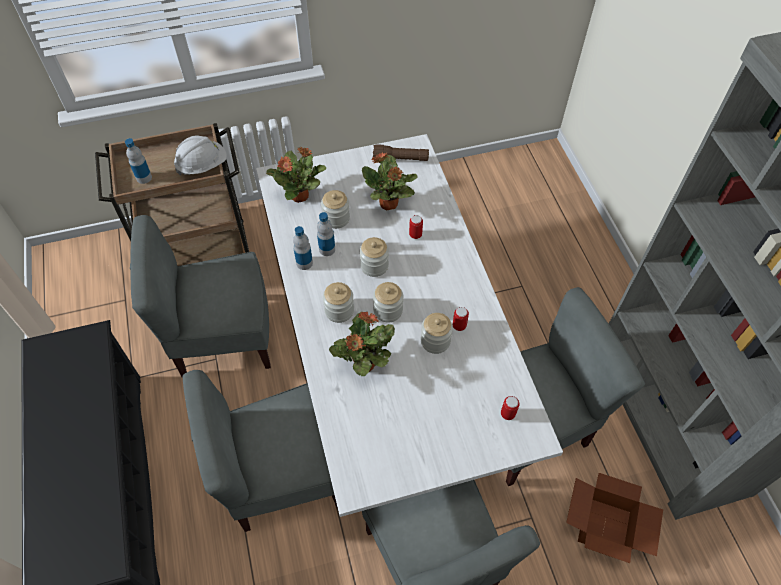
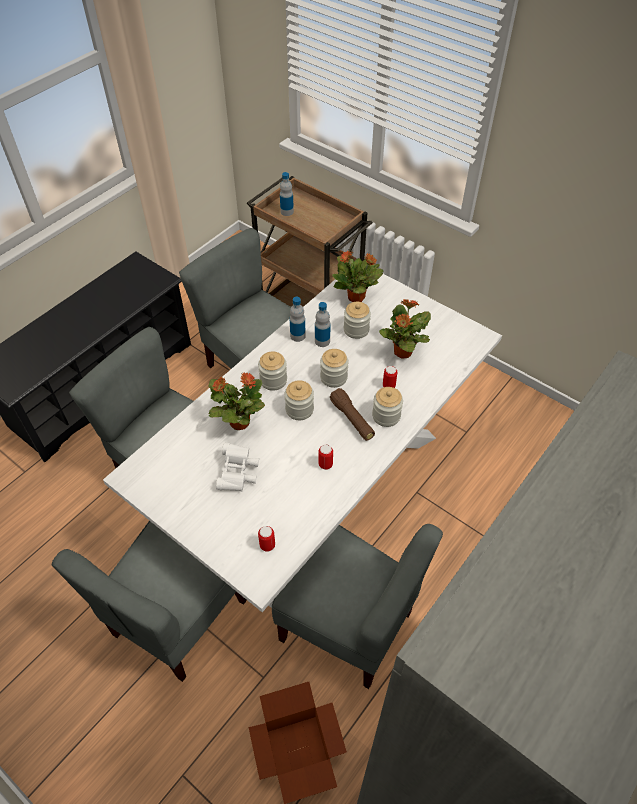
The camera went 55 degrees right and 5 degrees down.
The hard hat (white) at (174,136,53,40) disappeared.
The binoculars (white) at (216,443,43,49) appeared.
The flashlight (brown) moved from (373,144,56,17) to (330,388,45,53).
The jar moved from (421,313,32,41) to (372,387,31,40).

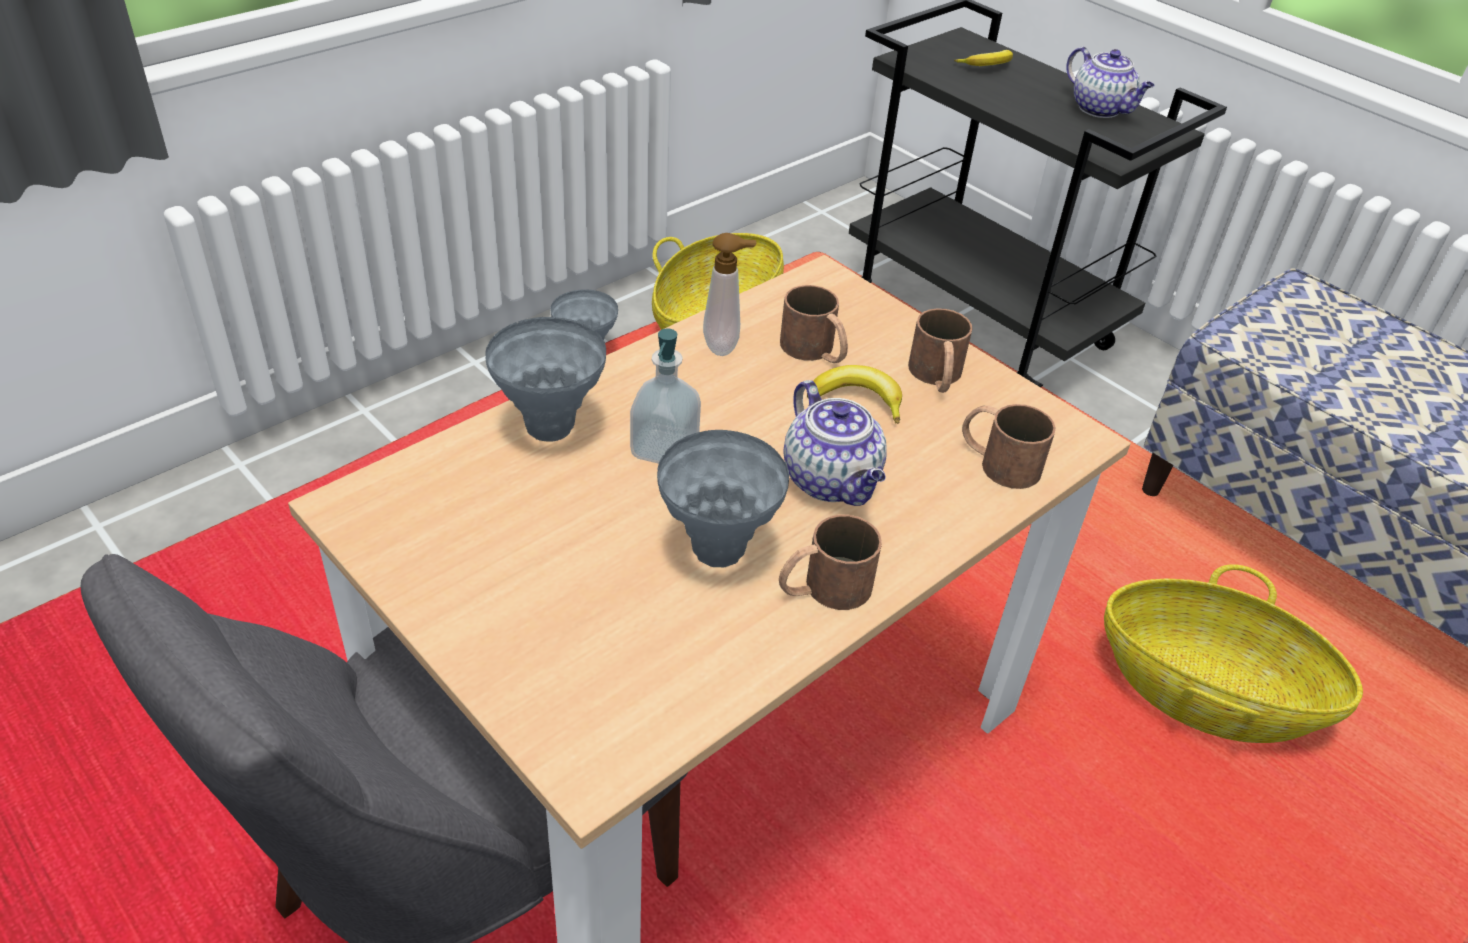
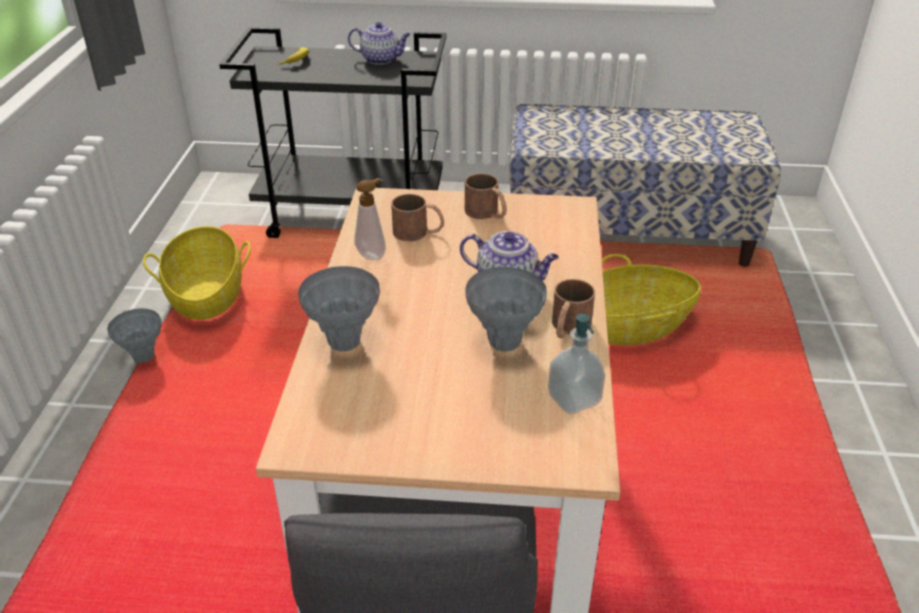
The camera went 40 degrees left and 5 degrees down.
The banana at (807,365,95,59) disappeared.
The mug (brown) at (962,404,94,85) disappeared.
The soap dispenser moved from (630,328,71,136) to (548,313,57,101).

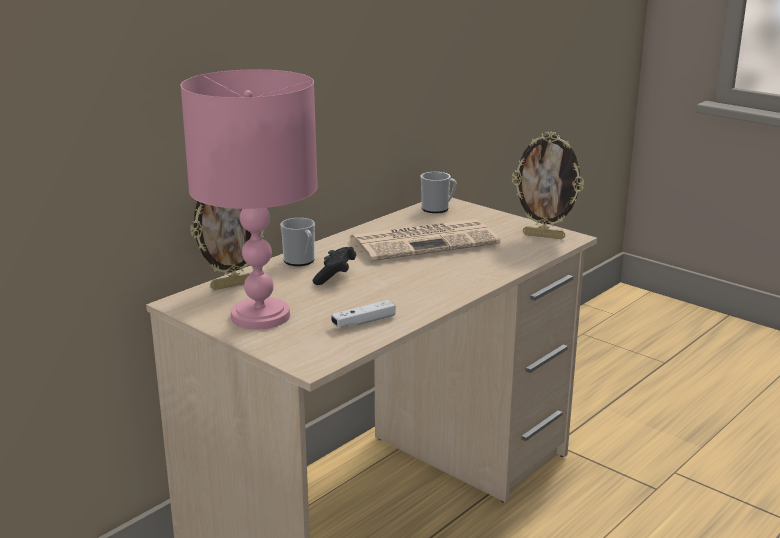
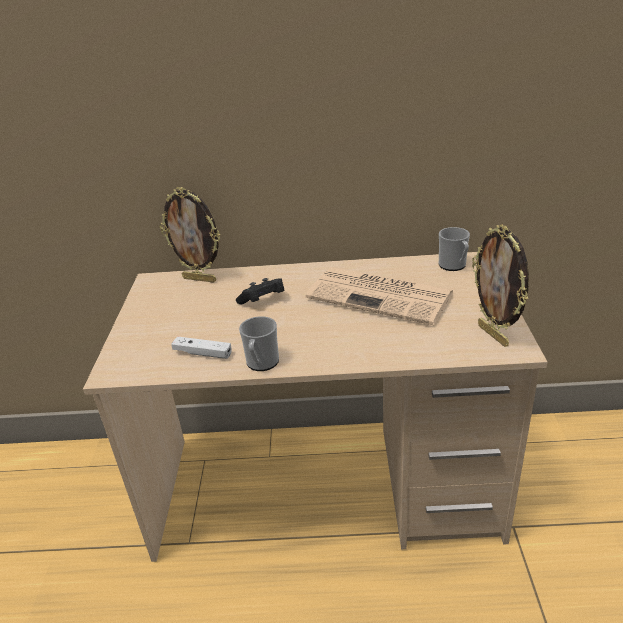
The camera went 50 degrees right and 10 degrees up.
The table lamp (pink) at (180,69,138,260) disappeared.
The mug moved from (280,218,35,48) to (239,316,40,55).

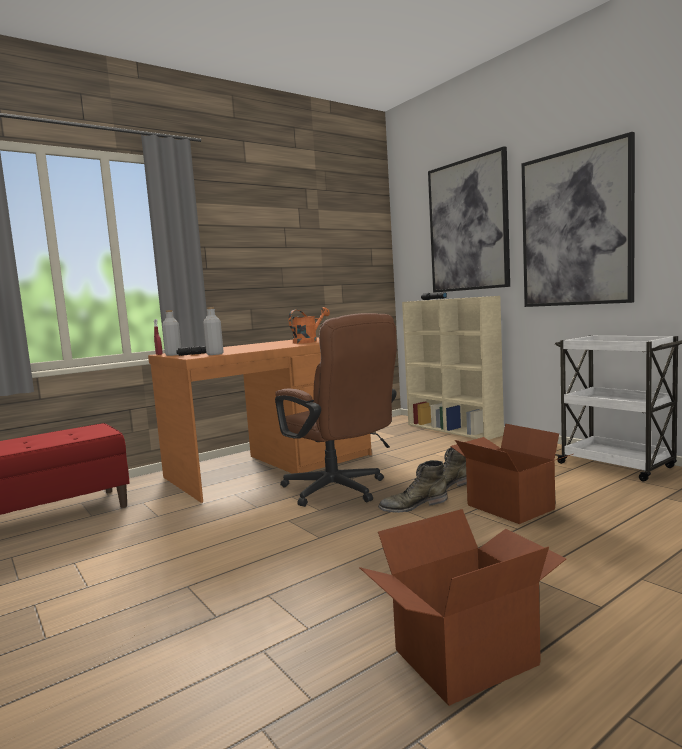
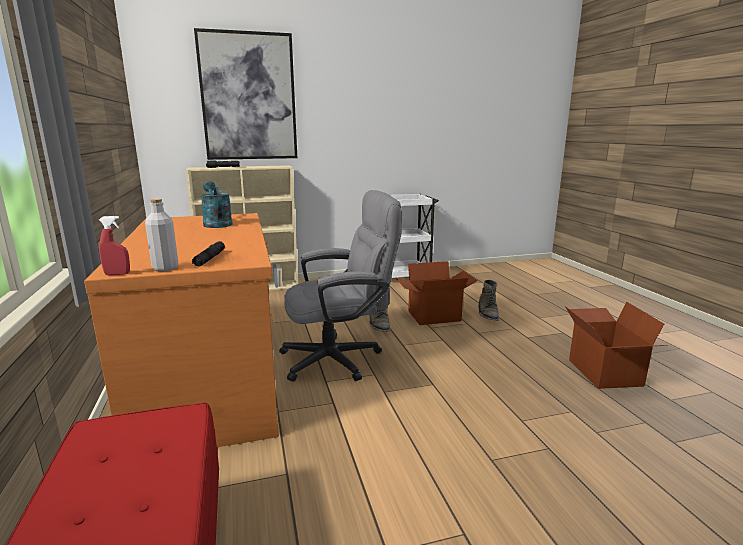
The camera went 70 degrees left and 10 degrees up.
The bottle (grey) at (203,307,21,48) disappeared.
The picture at (521,132,114,175) disappeared.
The boot (green) moved from (378,460,70,53) to (478,280,21,41).
The office chair (brown) at (275,313,122,194) became the office chair (grey) at (279,190,123,192).
The watering can (orange) at (288,307,42,37) became the watering can (turquoise) at (201,181,32,47).

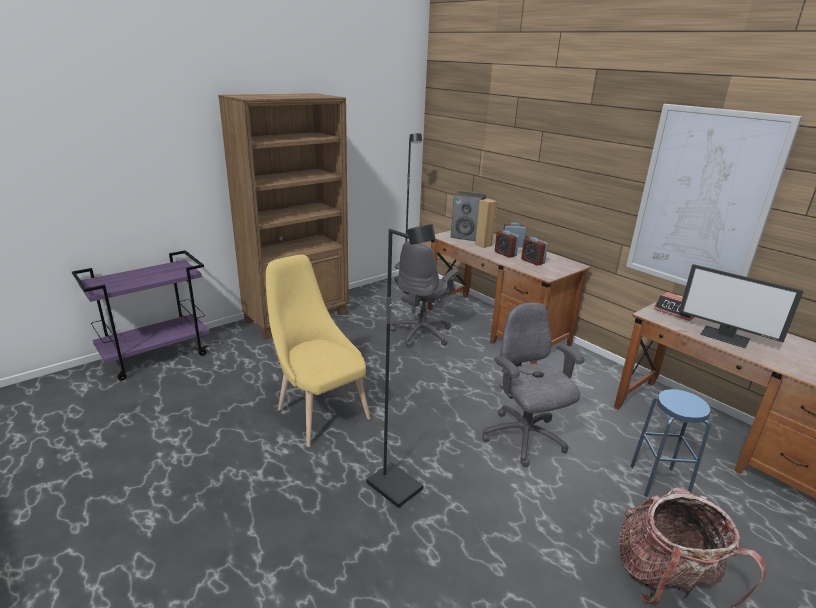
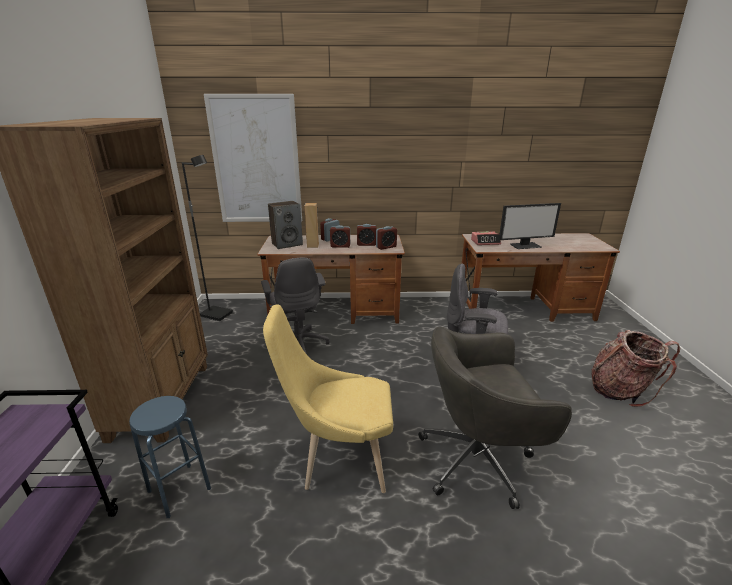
The camera went 50 degrees left and 0 degrees up.
The alarm clock at (376,226,21,24) appeared.
The picture moved from (626,104,176,182) to (204,94,98,128).
The stool (blue) moved from (630,389,81,108) to (129,396,82,122).
The floor lamp (black) at (367,224,69,284) was replaced by the office chair (grey) at (418,327,154,182).

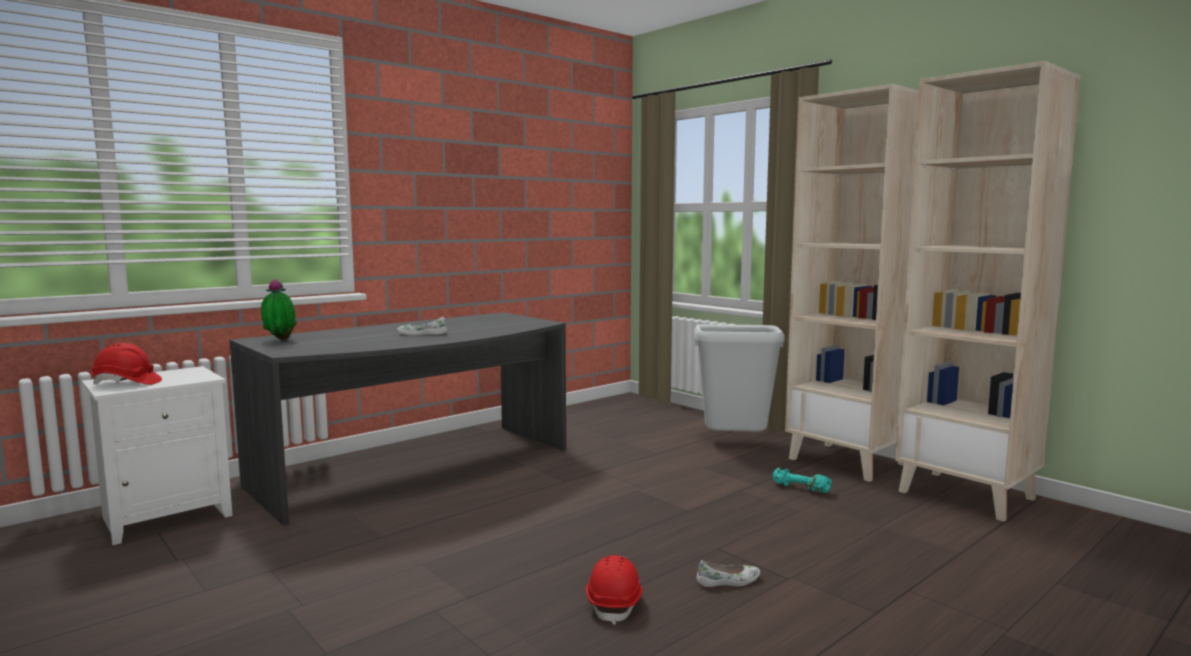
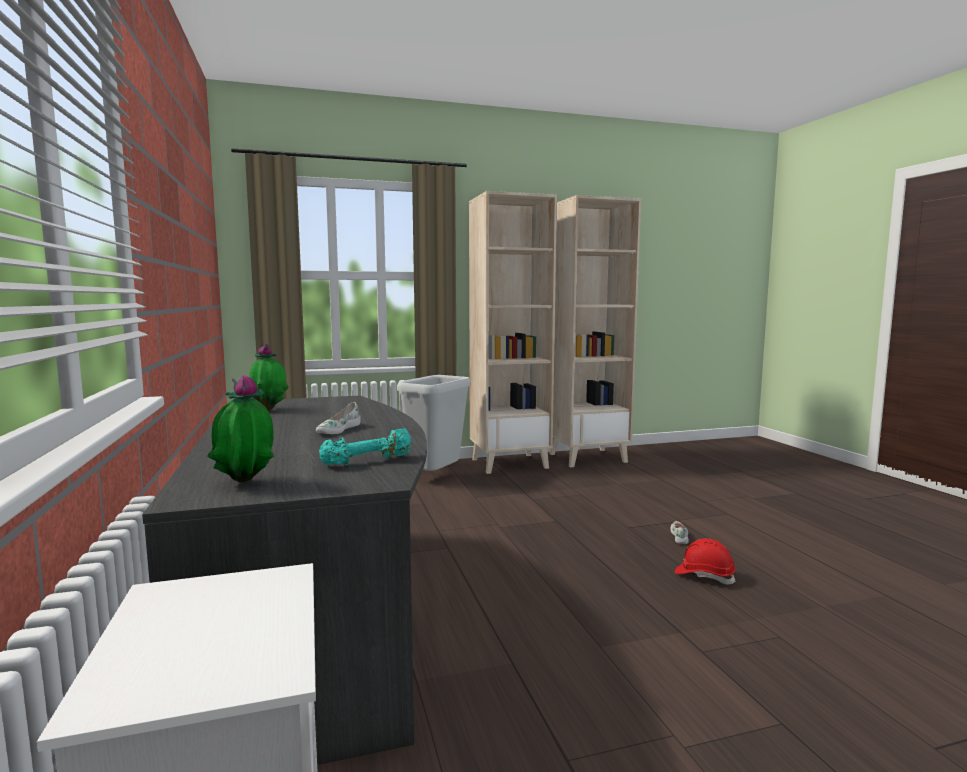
The camera went 65 degrees left and 0 degrees up.
The hard hat (red) at (91,343,71,42) disappeared.
The potted plant at (249,344,40,67) appeared.
The dumbbell (turquoise) moved from (773,468,59,25) to (319,428,92,38).

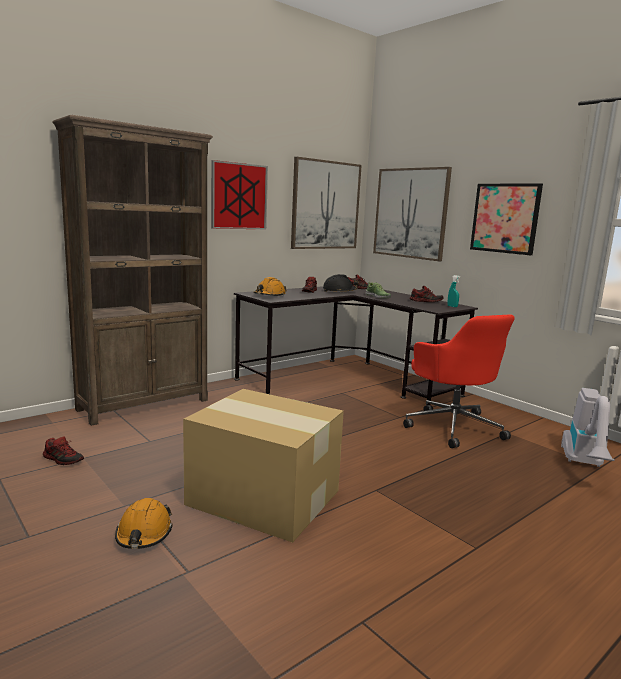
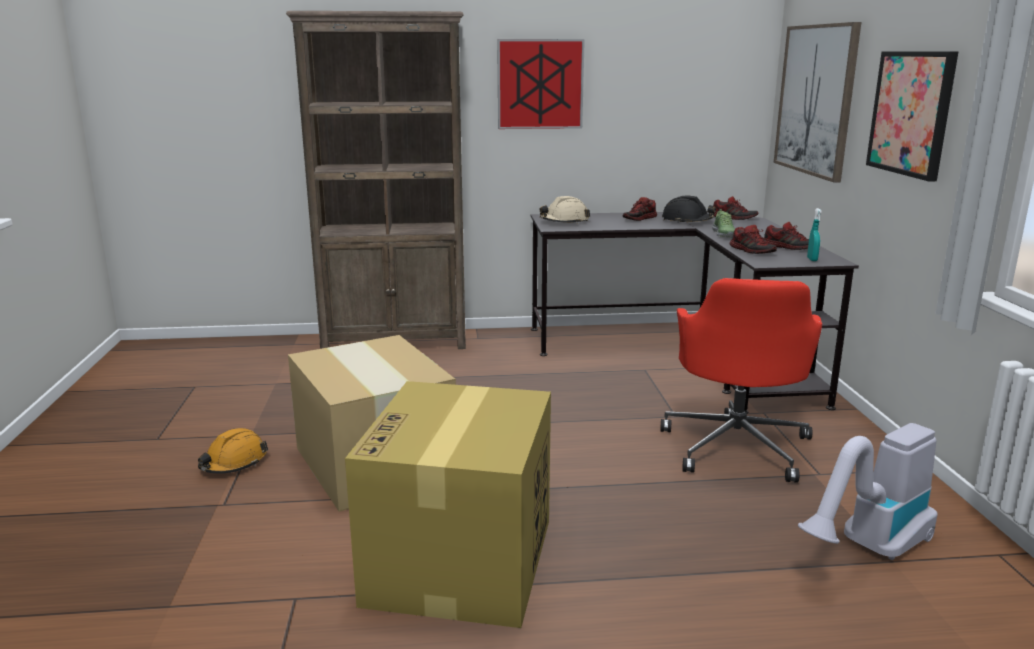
The camera went 35 degrees right and 5 degrees up.
The picture at (291,157,71,92) disappeared.
The cardboard box at (345,381,206,247) appeared.
The shoe moved from (43,436,41,29) to (730,225,47,29).
The hard hat (orange) at (253,277,34,19) became the hard hat (beige) at (540,196,50,28).

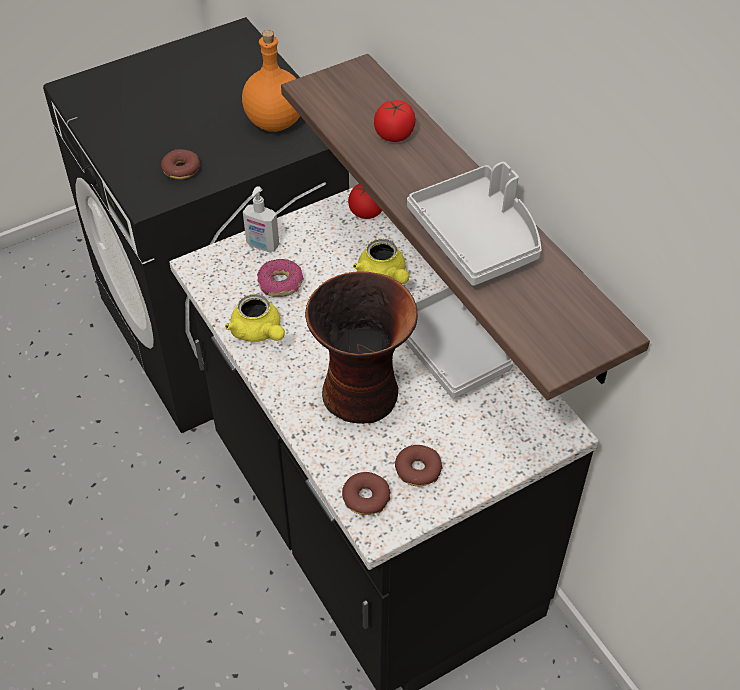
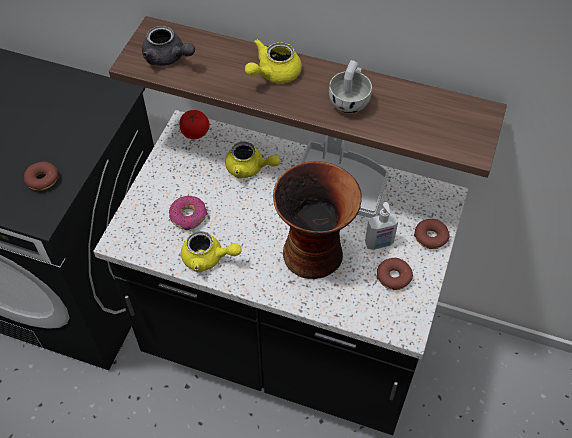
The camera went 40 degrees left and 5 degrees up.
The bottle (orange) at (242,30,58,102) disappeared.
The tomato at (374,100,42,42) disappeared.
The teapot (grey) at (142,26,53,40) appeared.
The teapot (yellow) at (245,39,57,44) appeared.
The soap dispenser moved from (243,186,36,66) to (365,202,33,48).
The donut moved from (342,472,48,43) to (414,219,36,30).
The tray (grey) at (407,162,135,124) was replaced by the cup (white) at (329,60,43,54).

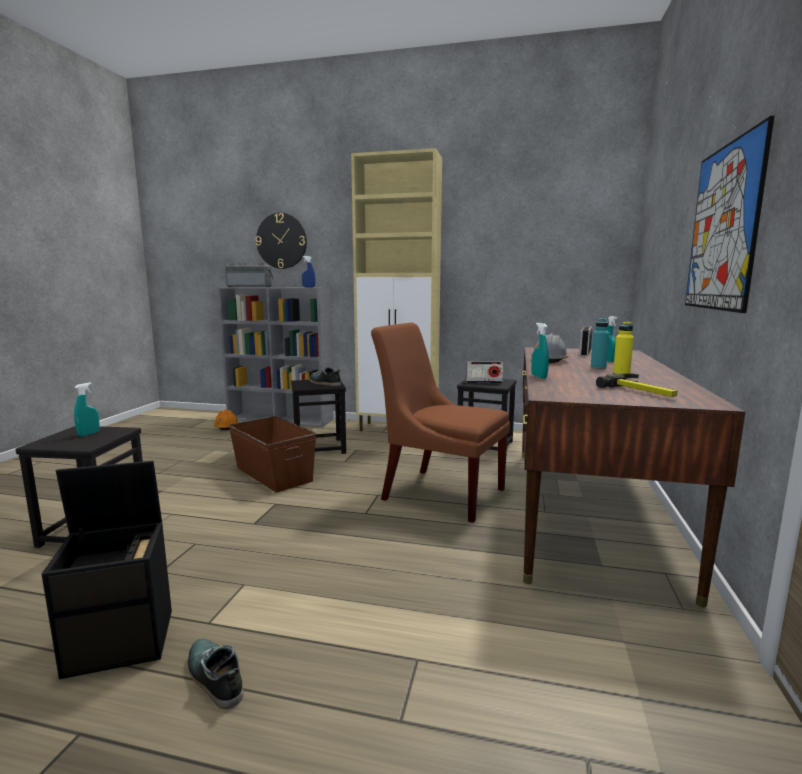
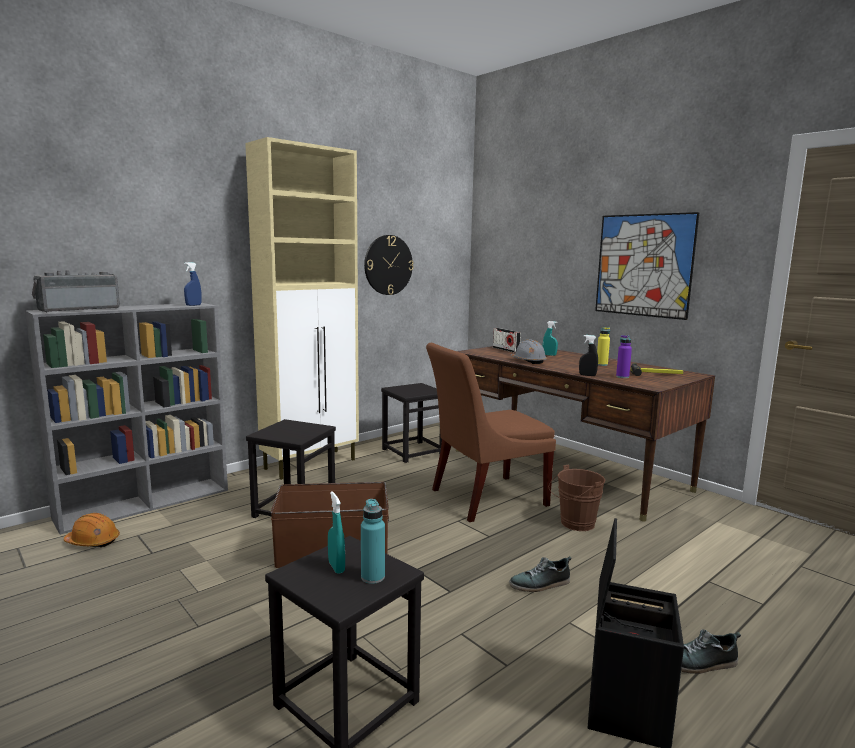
The camera went 55 degrees left and 0 degrees up.
The radio at (466,362,38,21) disappeared.
The bucket (brown) at (549,465,56,66) appeared.
The bottle (purple) at (616,335,16,43) appeared.
The wall clock moved from (256,213,51,56) to (364,235,50,60).
The shoe moved from (309,367,32,19) to (509,556,62,36).
The bottle (turquoise) moved from (591,318,18,51) to (361,499,24,85).
The spray bottle (turquoise) at (531,323,18,55) became the spray bottle (black) at (579,335,19,41).

